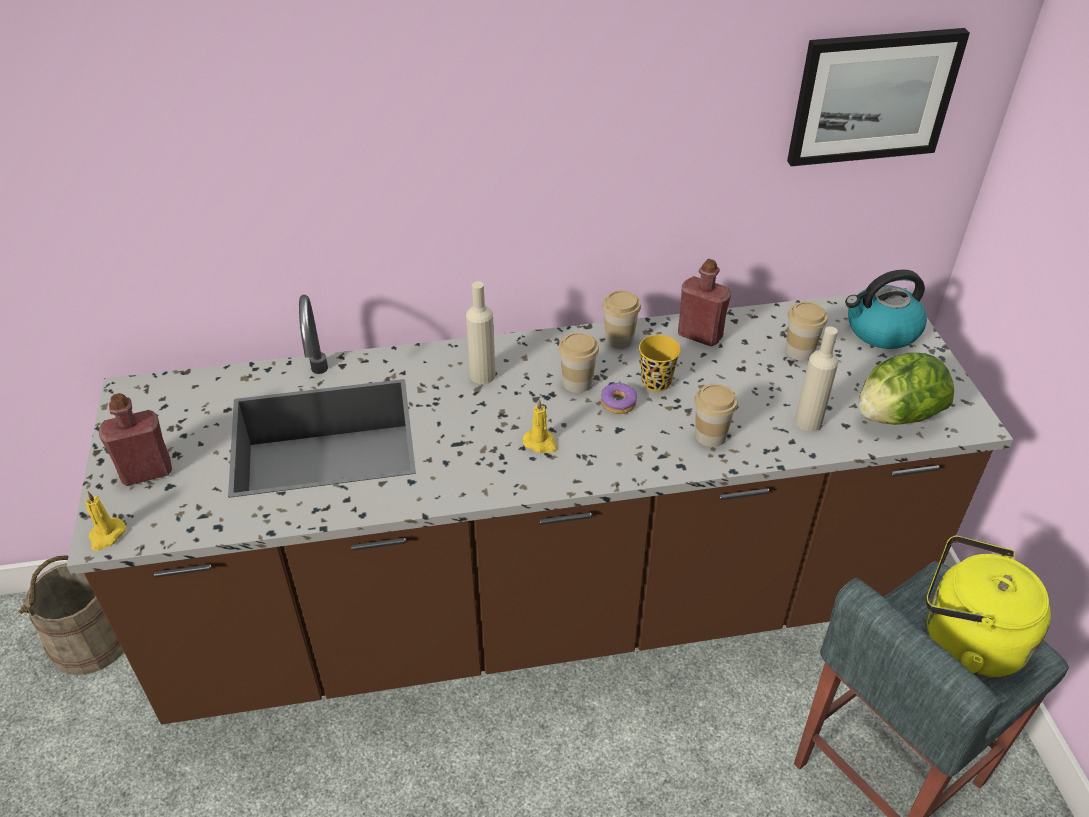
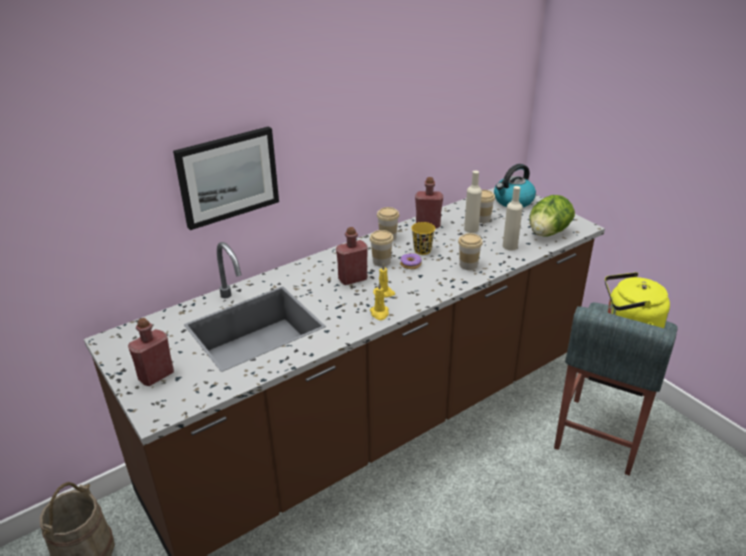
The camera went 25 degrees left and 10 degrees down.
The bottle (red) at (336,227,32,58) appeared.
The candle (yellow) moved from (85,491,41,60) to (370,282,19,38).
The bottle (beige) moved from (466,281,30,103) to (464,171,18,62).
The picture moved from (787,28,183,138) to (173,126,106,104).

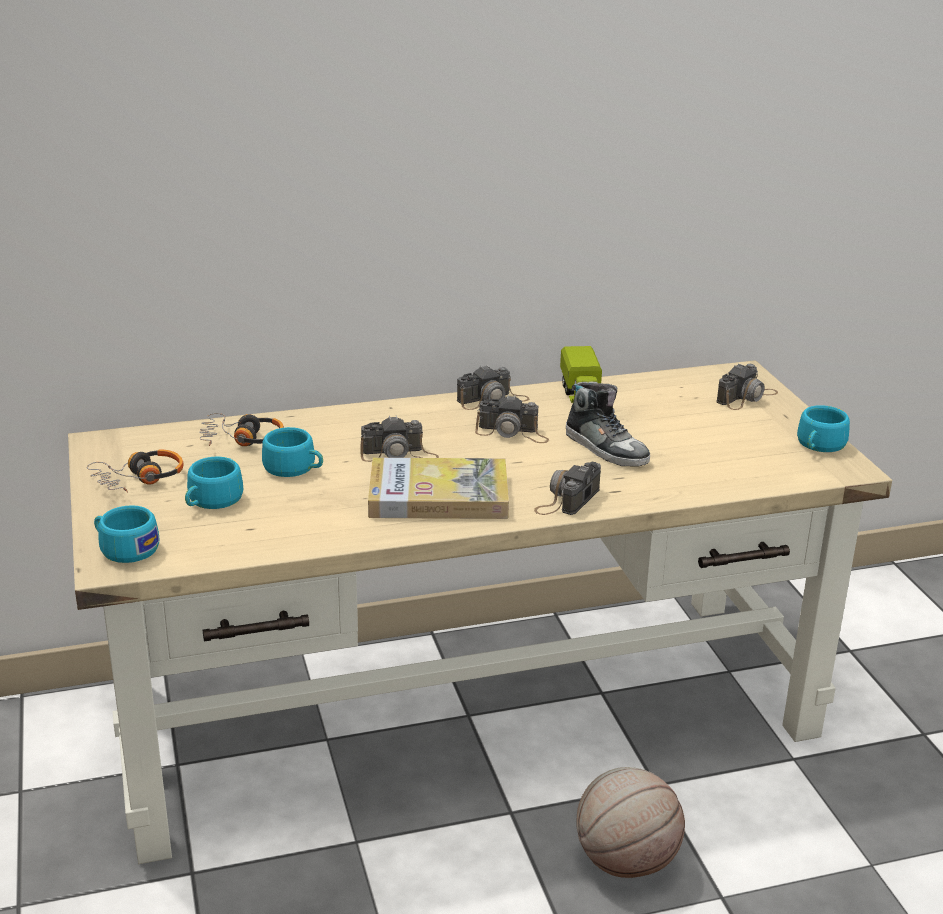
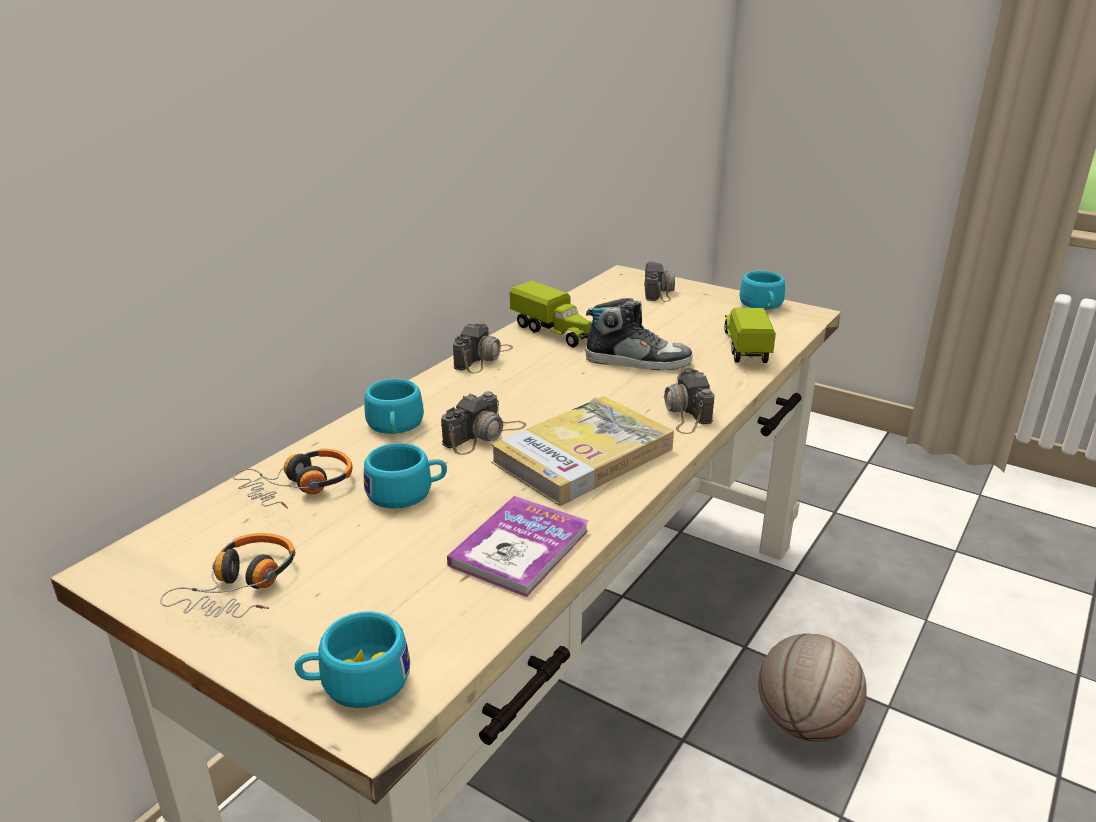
The camera went 40 degrees left and 0 degrees up.
The photo camera at (475,395,74,48) disappeared.
The book at (447,496,141,101) appeared.
The toy truck at (725,308,51,55) appeared.
The cup (turquoise) moved from (185,457,58,52) to (365,379,59,55).

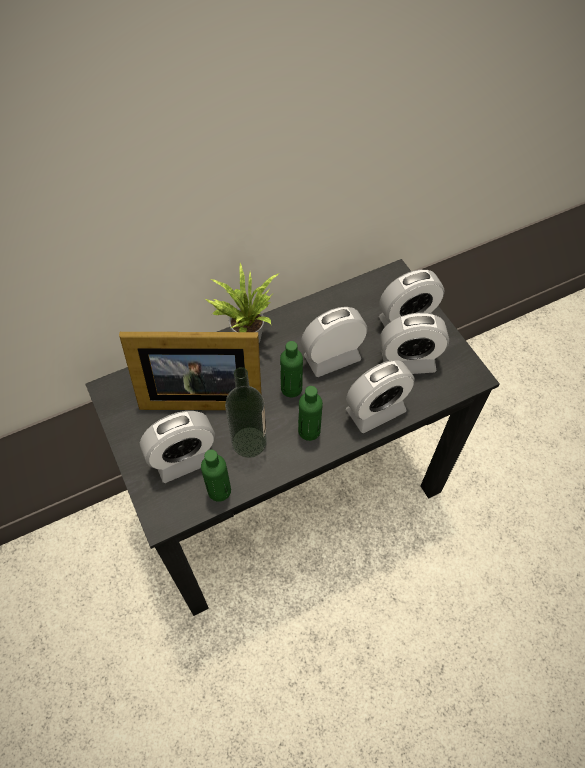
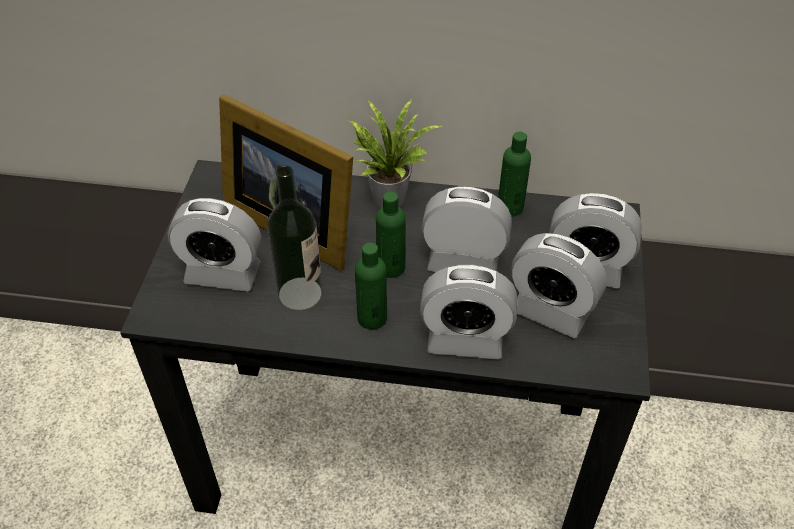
The camera went 35 degrees right and 10 degrees down.
The bottle (green) moved from (201,450,30,52) to (498,132,33,84).

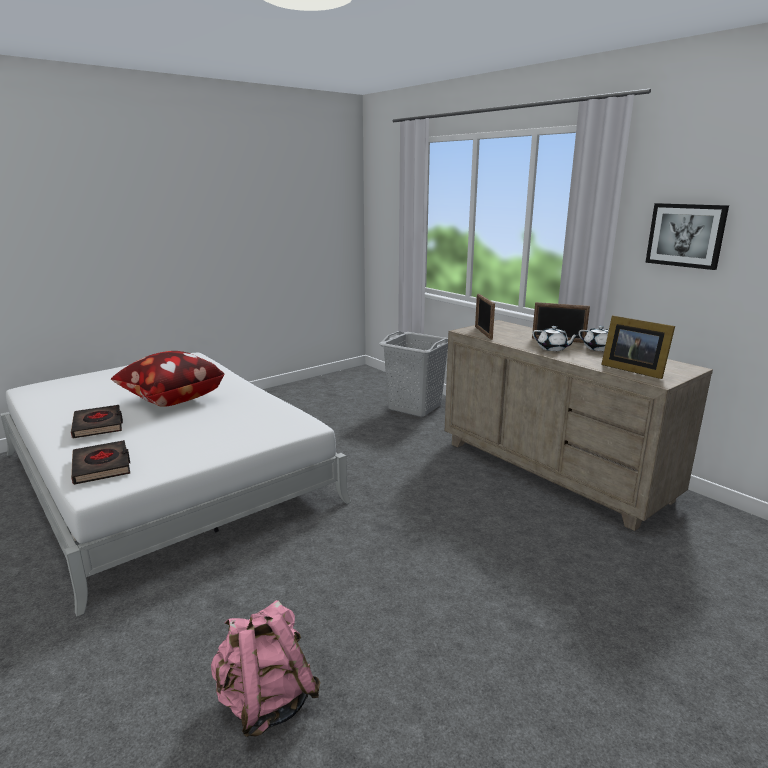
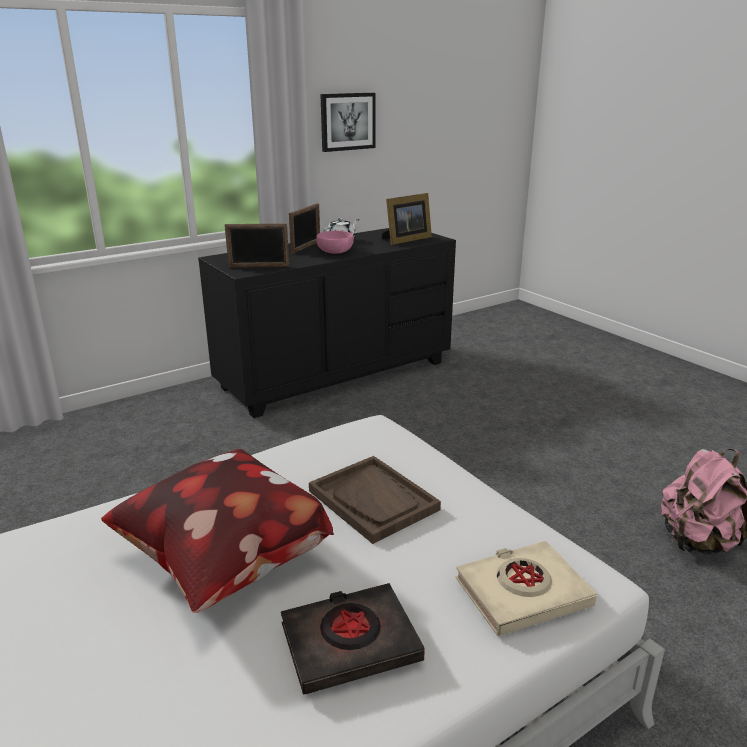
The camera went 85 degrees left and 5 degrees up.
The laundry basket (grey) at (379,331,69,86) disappeared.
The tray (brown) at (309,456,132,88) appeared.
The teapot (white) at (532,326,46,25) was replaced by the bowl (pink) at (316,231,38,23).
The book (black) at (71,440,59,45) became the book (beige) at (455,541,142,95).
The dresser (beige) at (445,320,268,211) became the dresser (black) at (198,228,258,190).

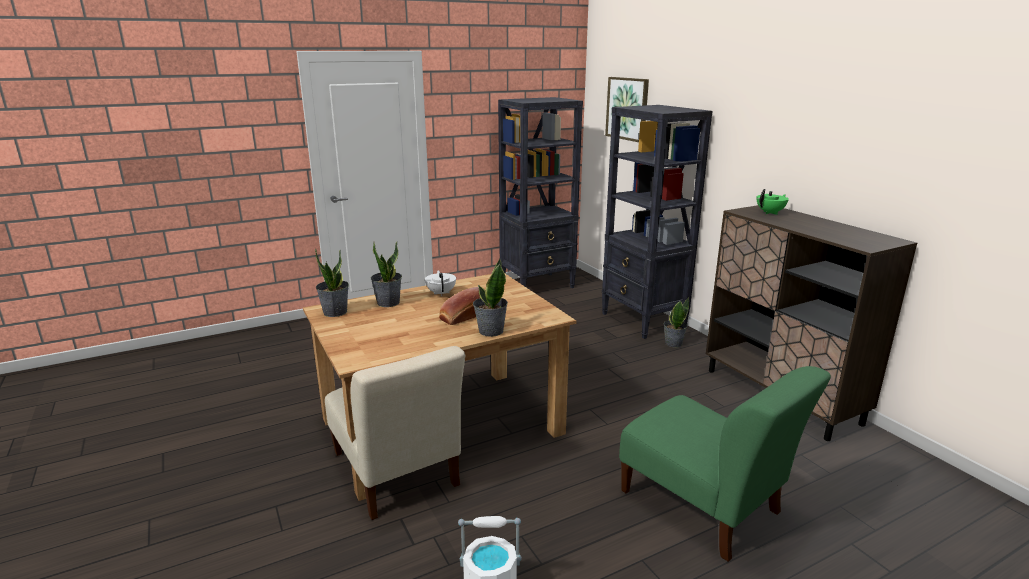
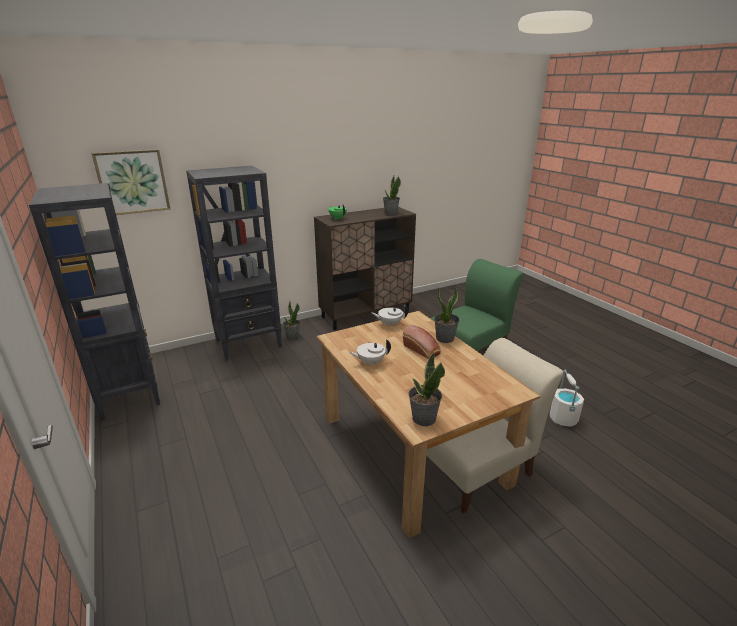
The camera went 90 degrees left and 5 degrees up.
The teapot (white) at (372,305,36,22) appeared.
The potted plant moved from (371,242,31,65) to (383,176,18,39).

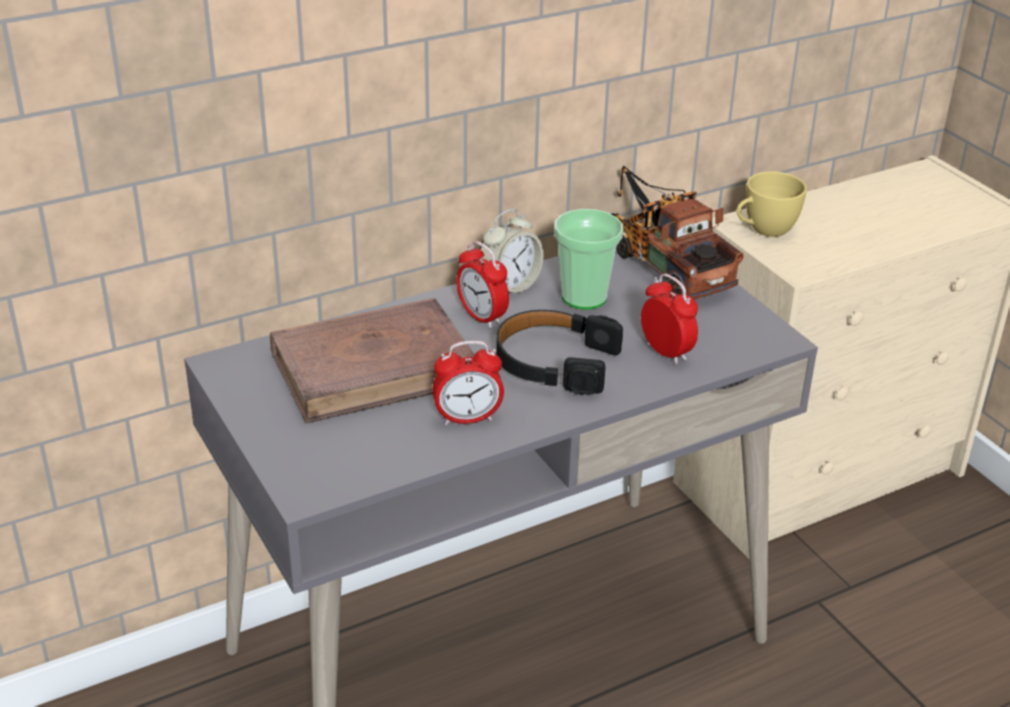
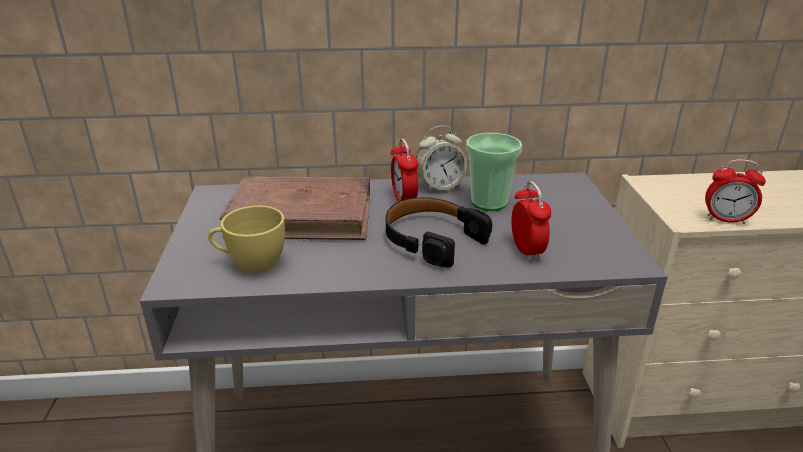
The camera went 25 degrees right and 5 degrees down.
The toy truck at (611,166,132,133) disappeared.
The alarm clock moved from (432,341,72,84) to (705,159,61,65).
The cup (yellow) moved from (737,171,70,66) to (208,205,77,68).

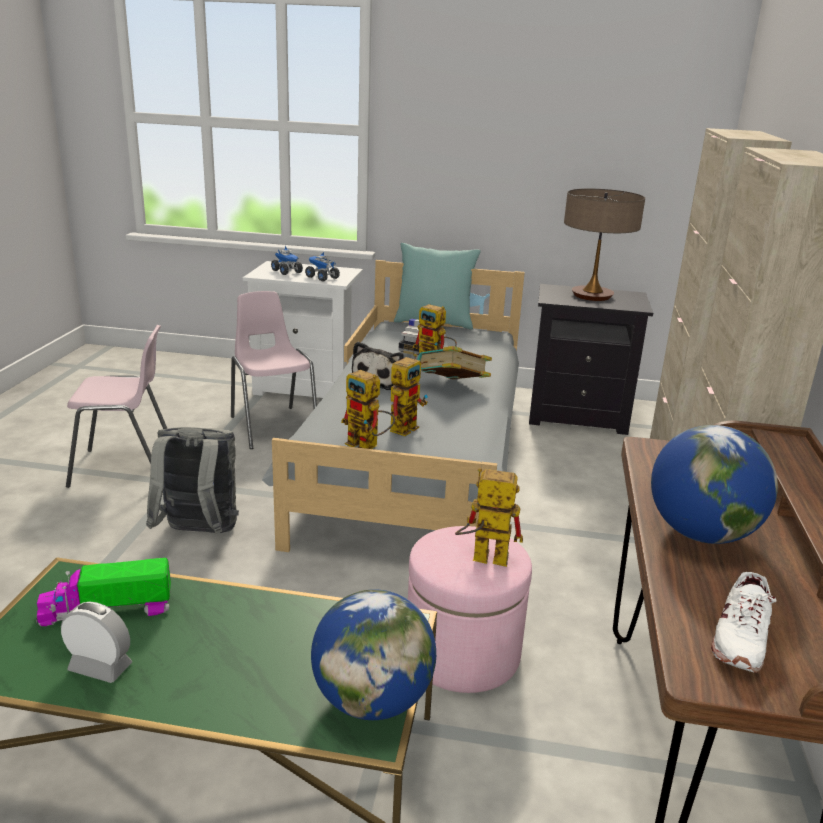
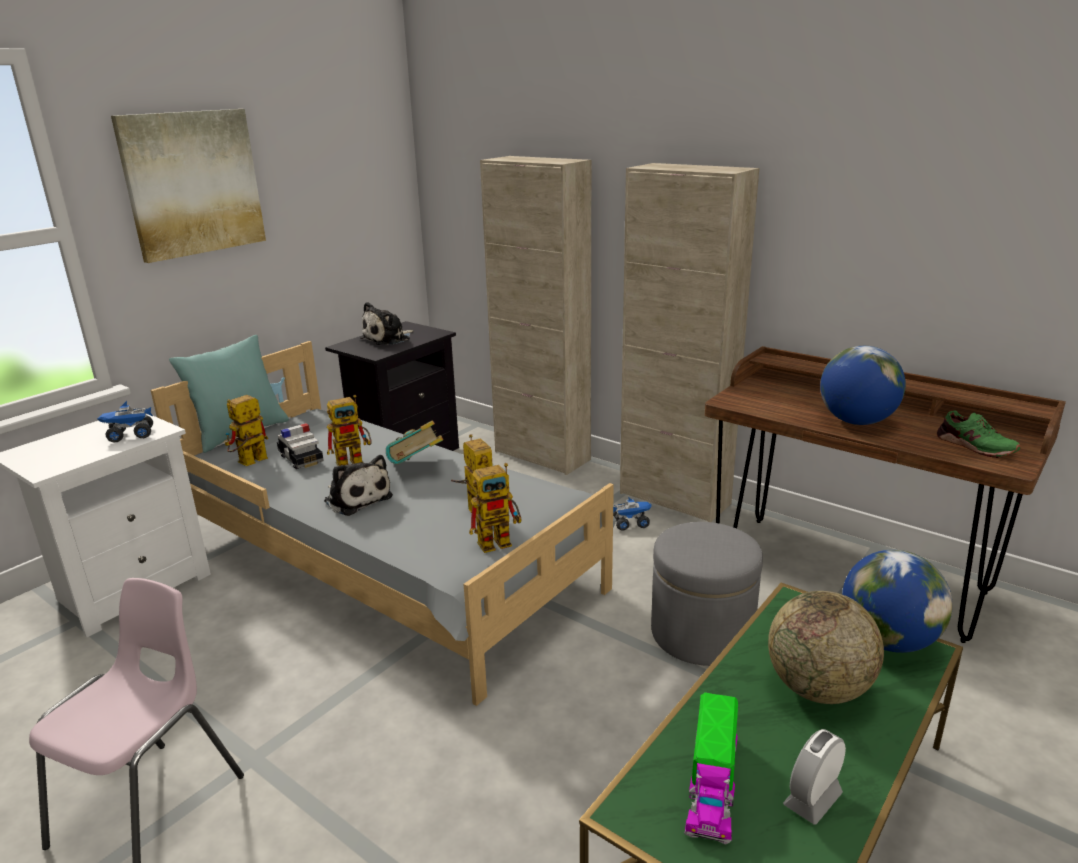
The camera went 60 degrees left and 0 degrees up.
The backpack (grey) at (146,427,93,107) disappeared.
The chair (pink) at (231,291,86,158) disappeared.
The picture at (111,109,155,154) appeared.
The globe at (768,591,116,113) appeared.
The toy truck moved from (271,246,32,29) to (613,497,39,34).
The toy robot moved from (455,468,68,99) to (225,395,43,71).
The table lamp at (564,189,81,112) was replaced by the plush toy at (360,302,53,43).
The ottoman (pink) at (408,526,124,167) became the ottoman (grey) at (651,522,112,144).
The shoe (white) at (711,572,65,101) became the shoe (green) at (937,410,84,48).

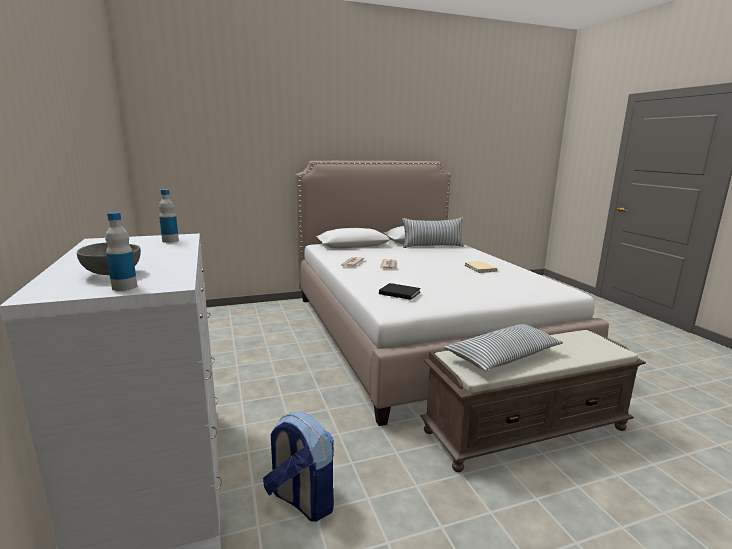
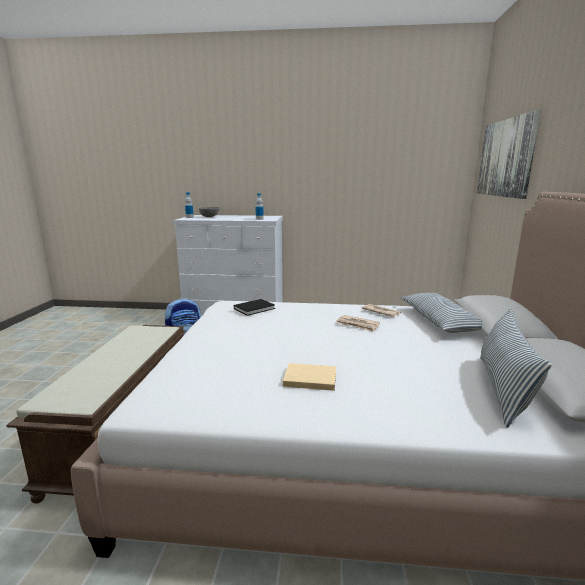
The camera went 115 degrees right and 0 degrees up.
The picture at (477,110,64,89) appeared.
The pillow moved from (444,324,119,47) to (401,293,81,40).

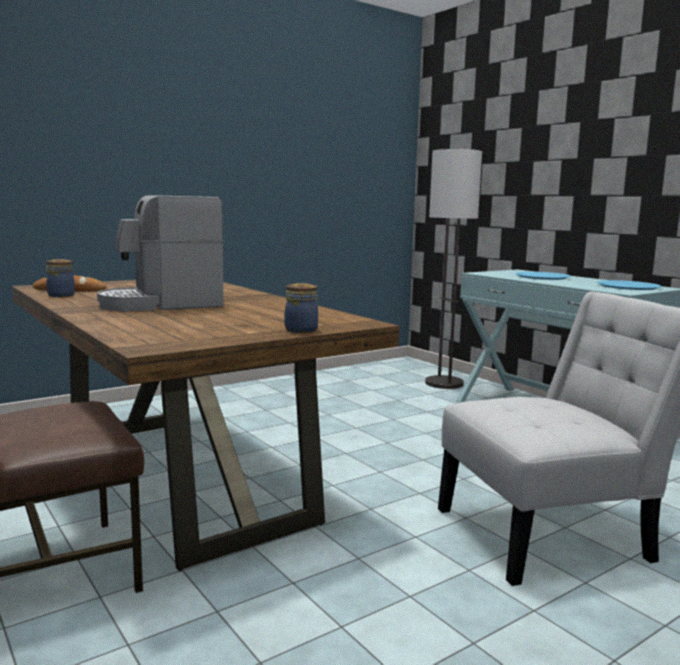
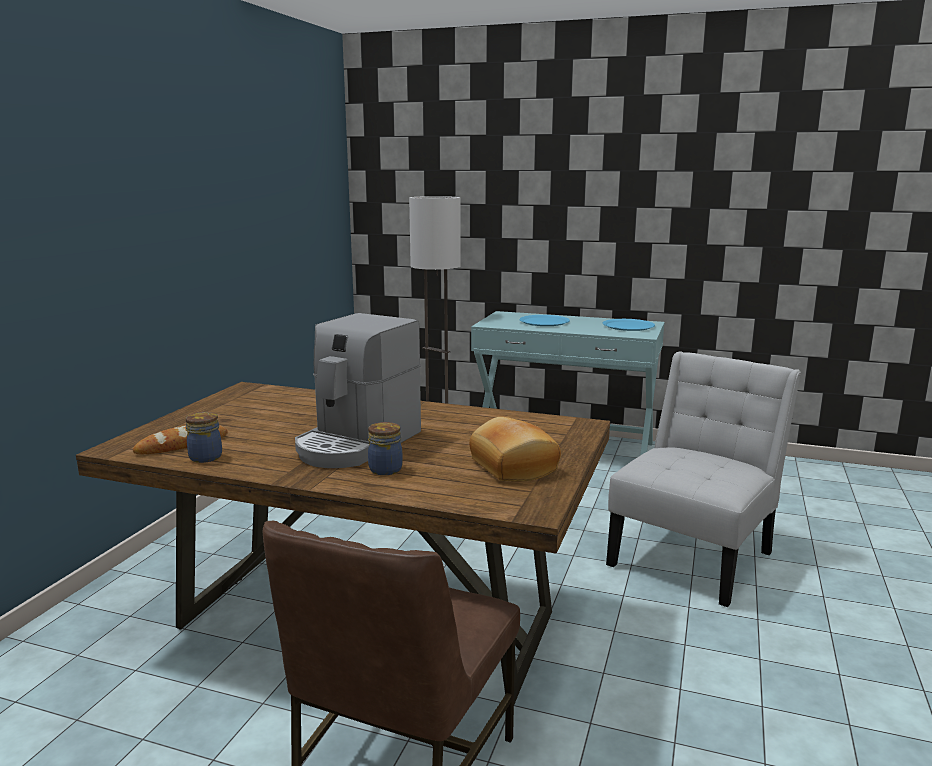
The camera went 35 degrees left and 5 degrees up.
The bread at (469,417,92,64) appeared.
The jar moved from (285,283,33,50) to (368,422,35,53).

